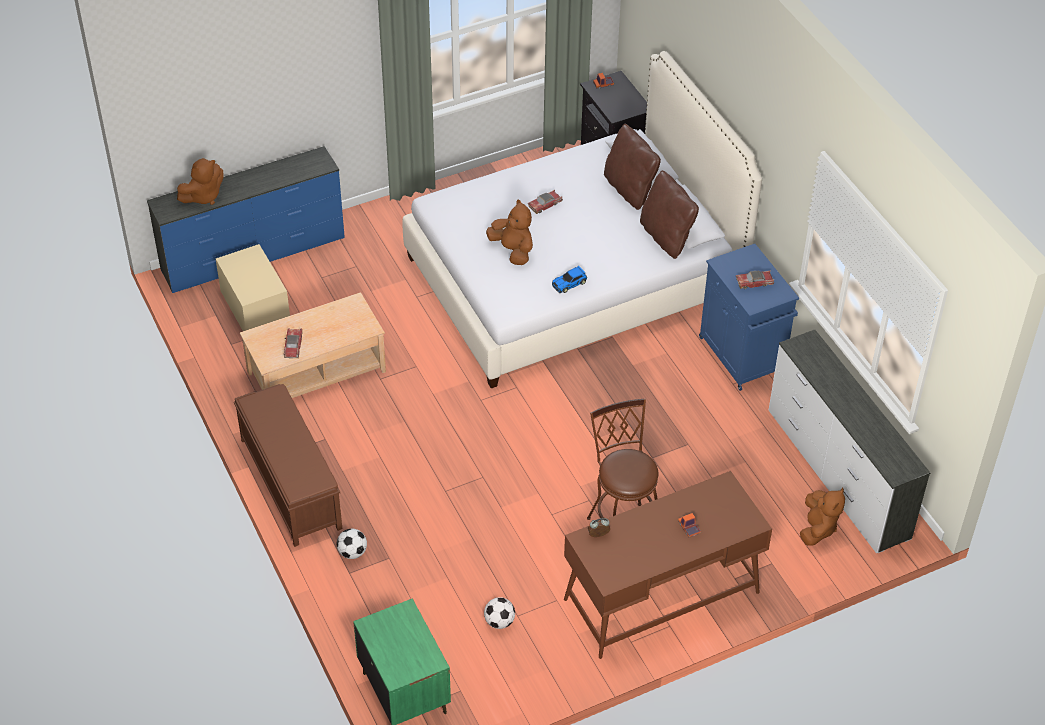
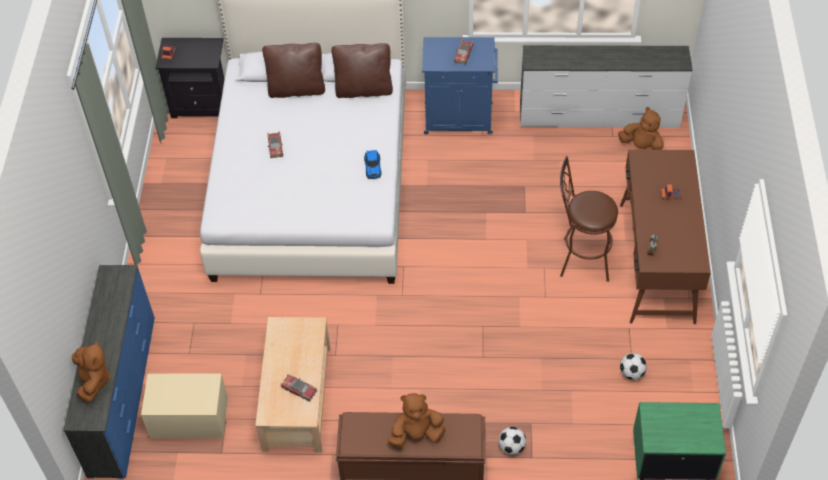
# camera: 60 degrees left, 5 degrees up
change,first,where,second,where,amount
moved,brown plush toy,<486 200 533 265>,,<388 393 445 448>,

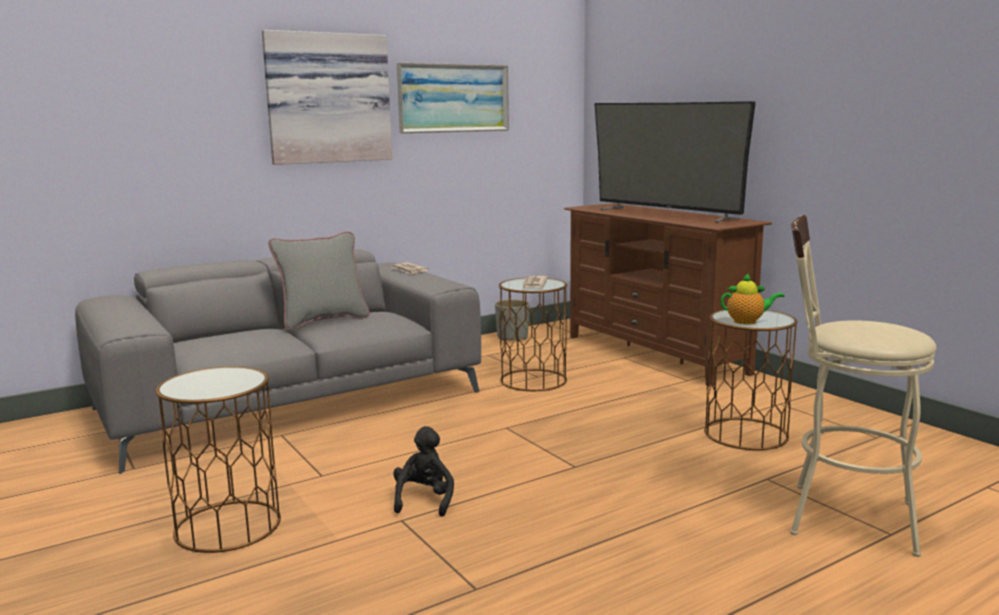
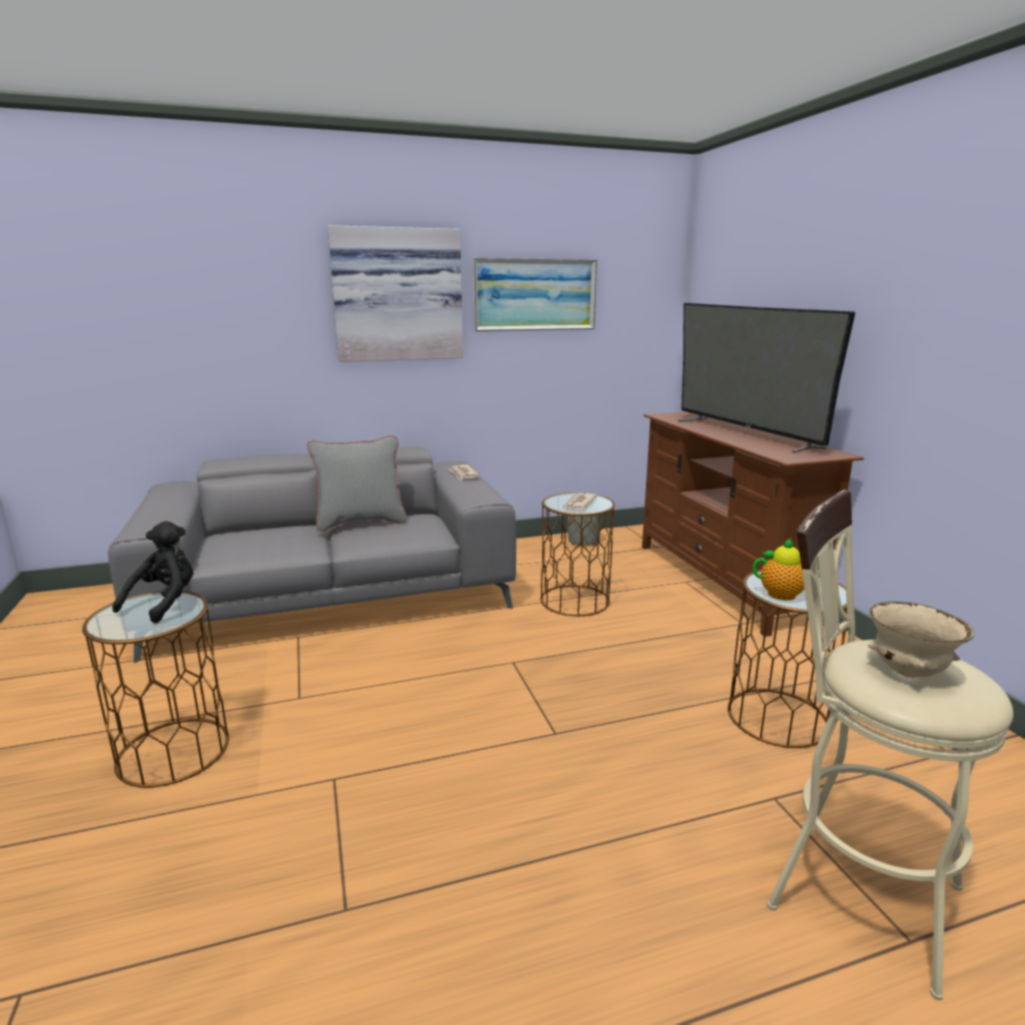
# camera: 15 degrees right, 5 degrees up
change,first,where,second,where,amount
moved,black plush toy,<393 426 454 517>,,<112 521 193 624>,
added,,,beige bowl,<868 601 974 678>,

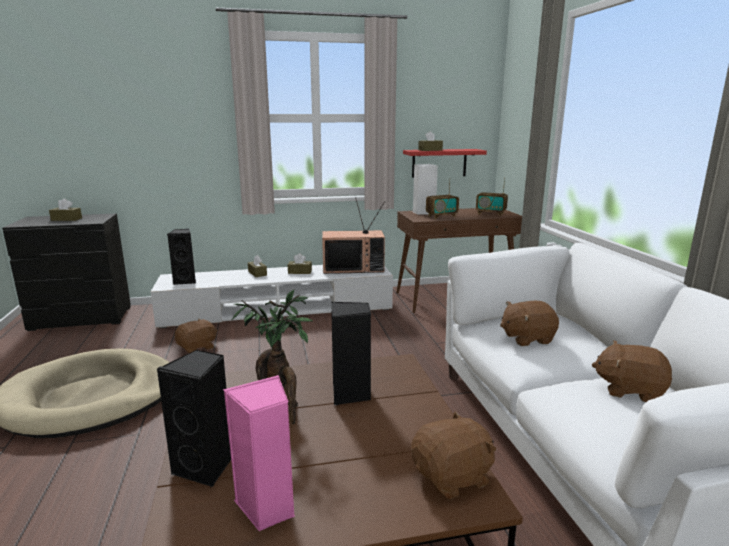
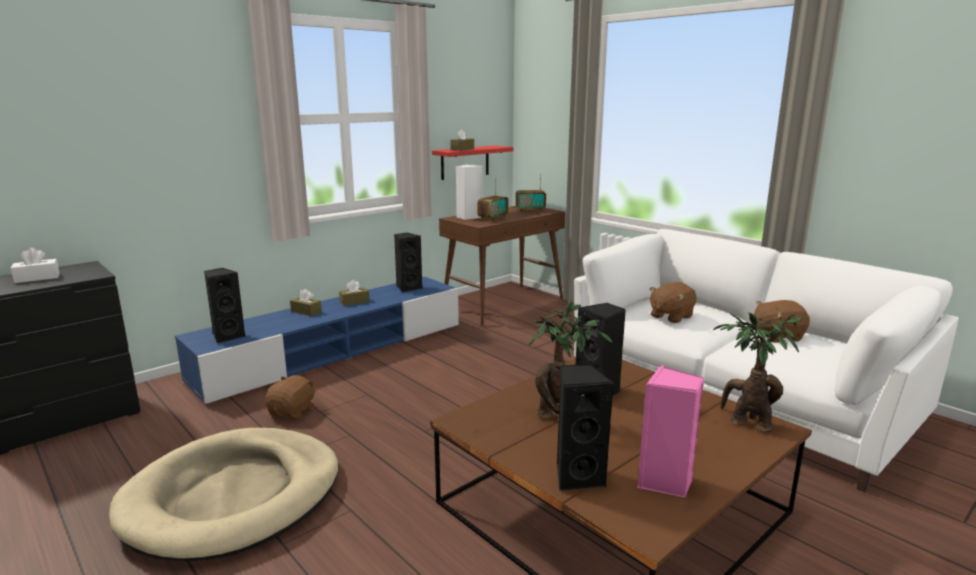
# camera: 30 degrees left, 0 degrees up
change,first,where,second,where,amount
recoloured,brown tissue box,<49 198 82 221>,white tissue box,<10 248 60 283>,
recoloured,white tv stand,<151 265 393 328>,blue tv stand,<175 277 459 404>,
replaced,television,<322 197 385 274>,black speaker,<394 232 422 293>,
replaced,brown plush toy,<411 411 496 499>,potted plant,<713 312 802 432>,

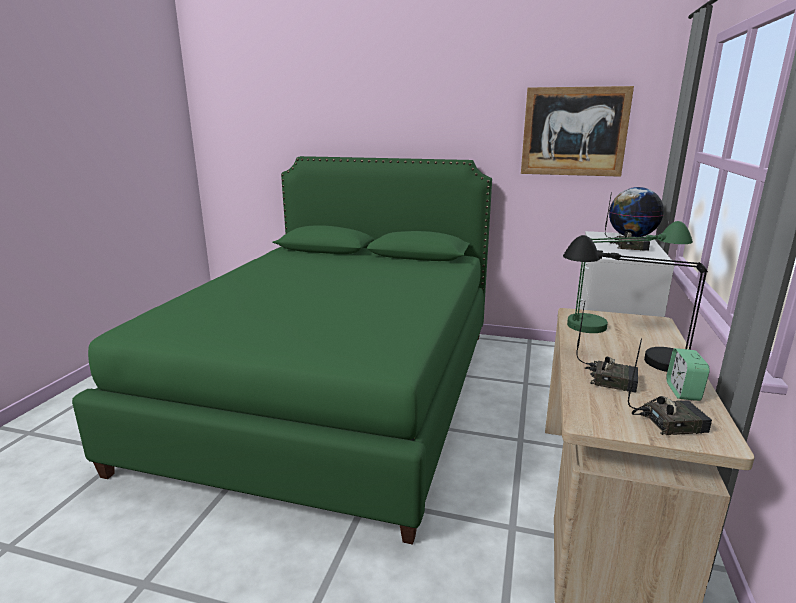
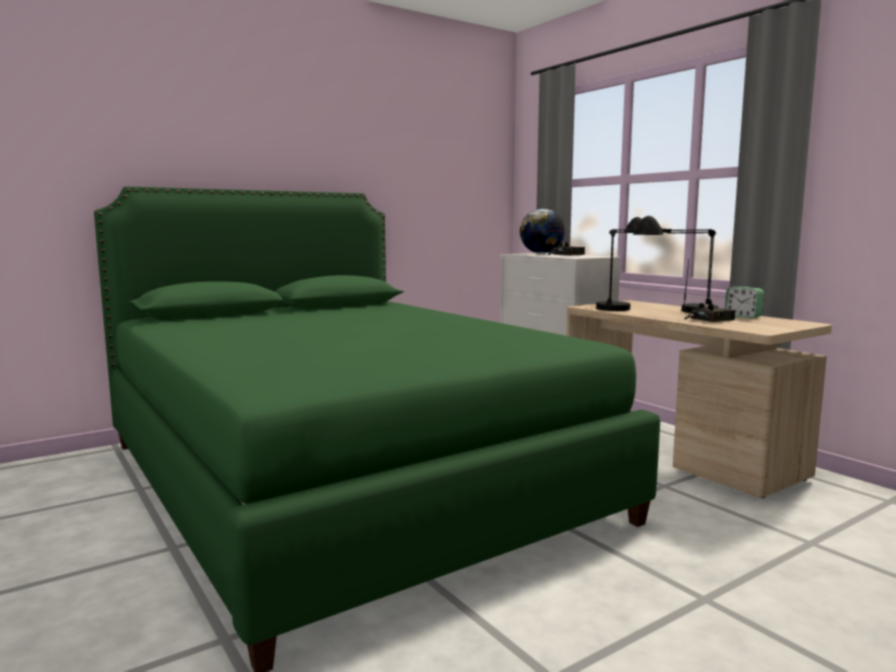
# camera: 50 degrees left, 10 degrees down
change,first,where,second,where,amount
recoloured,green table lamp,<567 221 693 333>,black table lamp,<596 217 642 311>,
removed,picture,<521 86 634 177>,,,
removed,radio,<628 338 712 435>,,,

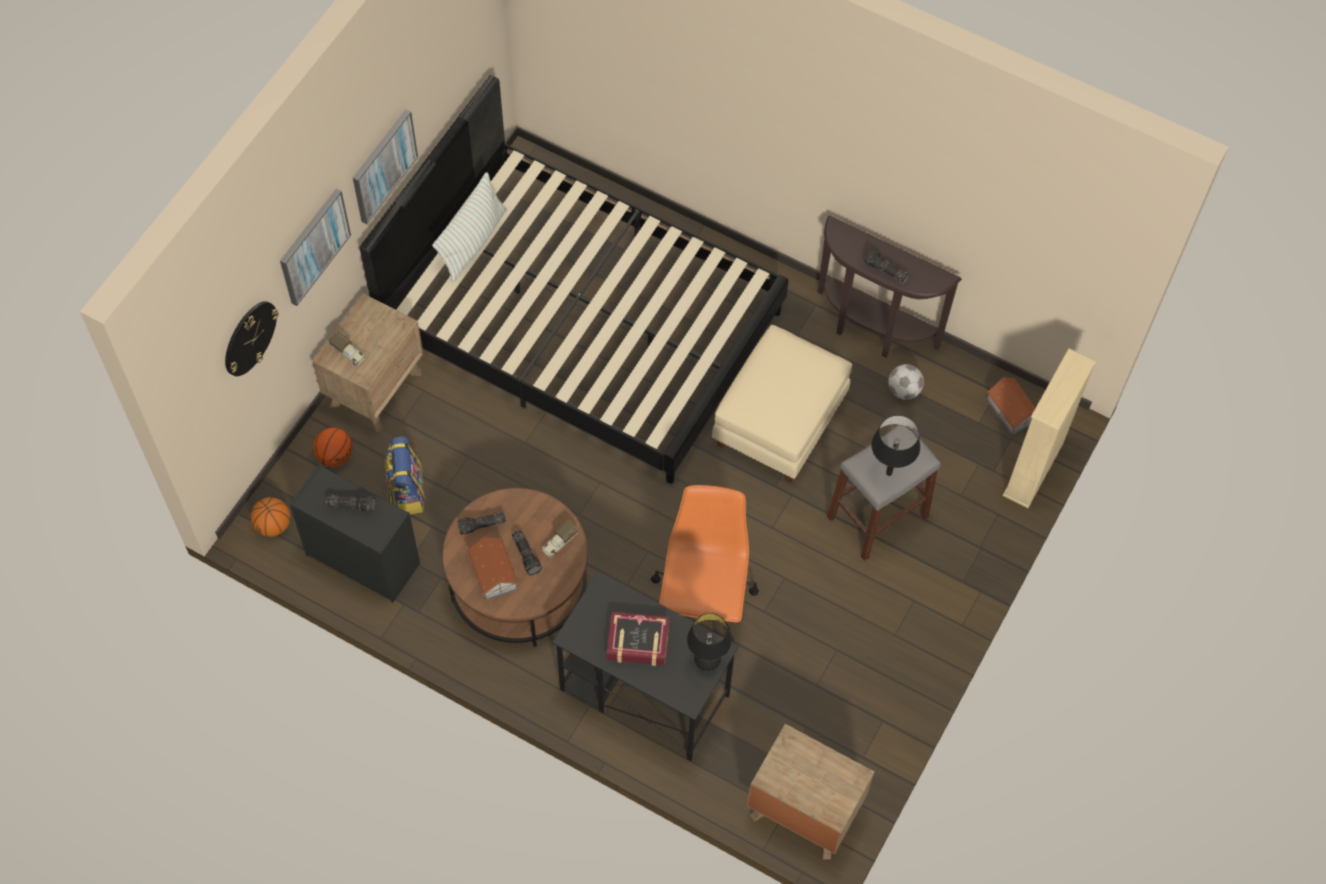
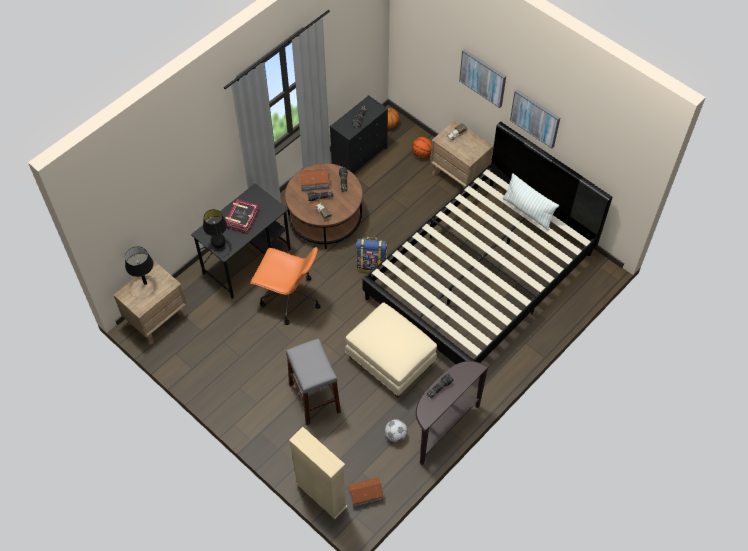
# camera: 105 degrees right, 5 degrees down
change,first,where,second,where,amount
moved,black table lamp,<871 415 920 476>,,<125 246 153 285>,
moved,backpack,<385 437 425 514>,,<356 237 387 273>,
removed,wall clock,<225 301 279 376>,,,

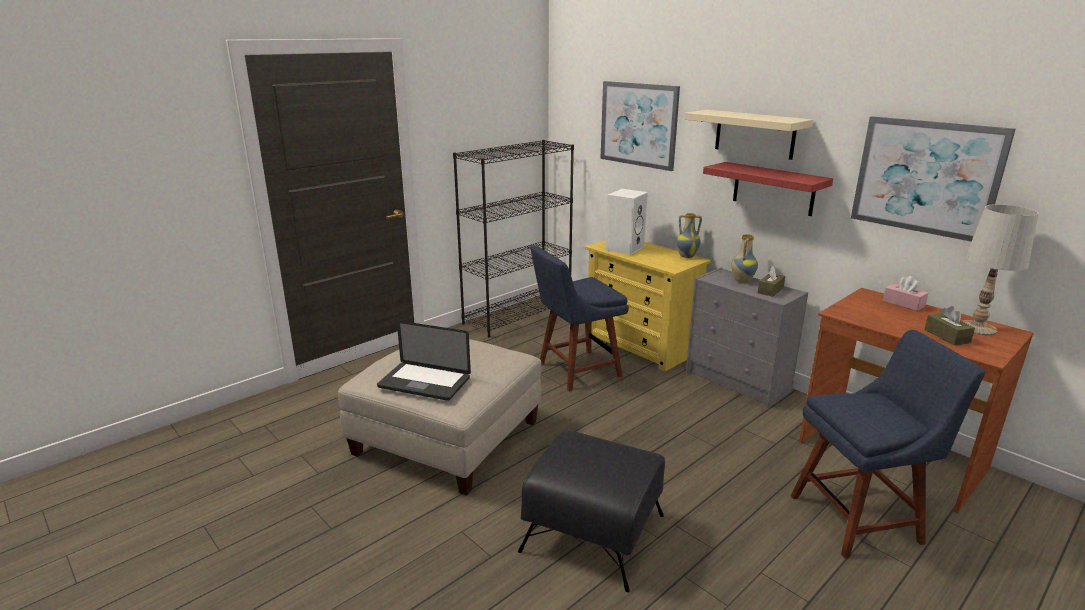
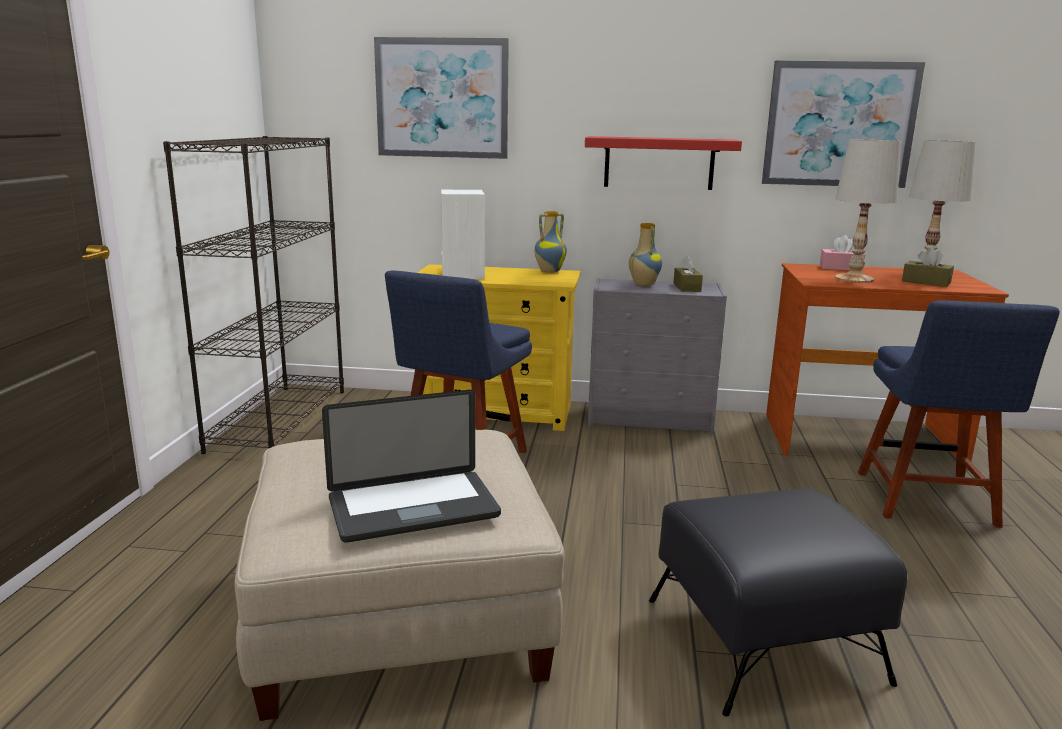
# camera: 40 degrees left, 5 degrees down
change,first,where,second,where,amount
added,,,white table lamp,<835 140 901 283>,
turned,blue chair,<791 330 985 559>,,<858 300 1060 528>,150 degrees clockwise
removed,beige shelf,<684 110 813 160>,,,

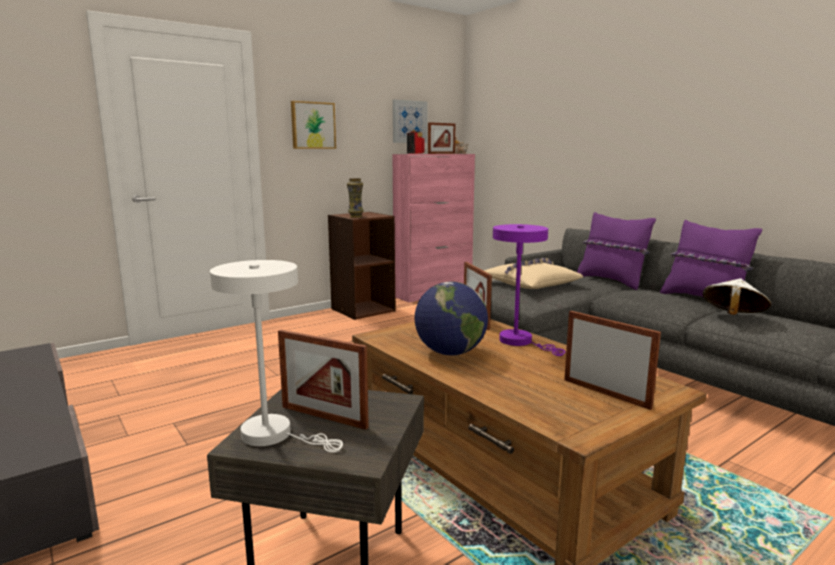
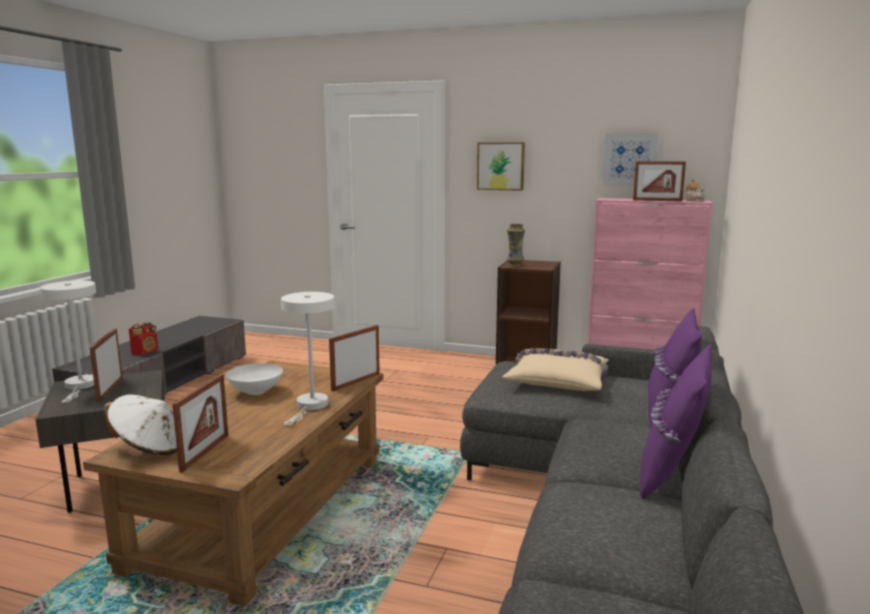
# camera: 55 degrees right, 0 degrees up
change,first,where,second,where,amount
moved,white hat,<703 278 771 315>,,<104 394 177 455>,
moved,radio,<407 130 425 154>,,<129 322 158 355>,
replaced,globe,<415 282 488 355>,white bowl,<226 363 283 395>,
recoloured,purple table lamp,<493 224 565 356>,white table lamp,<281 292 334 425>,

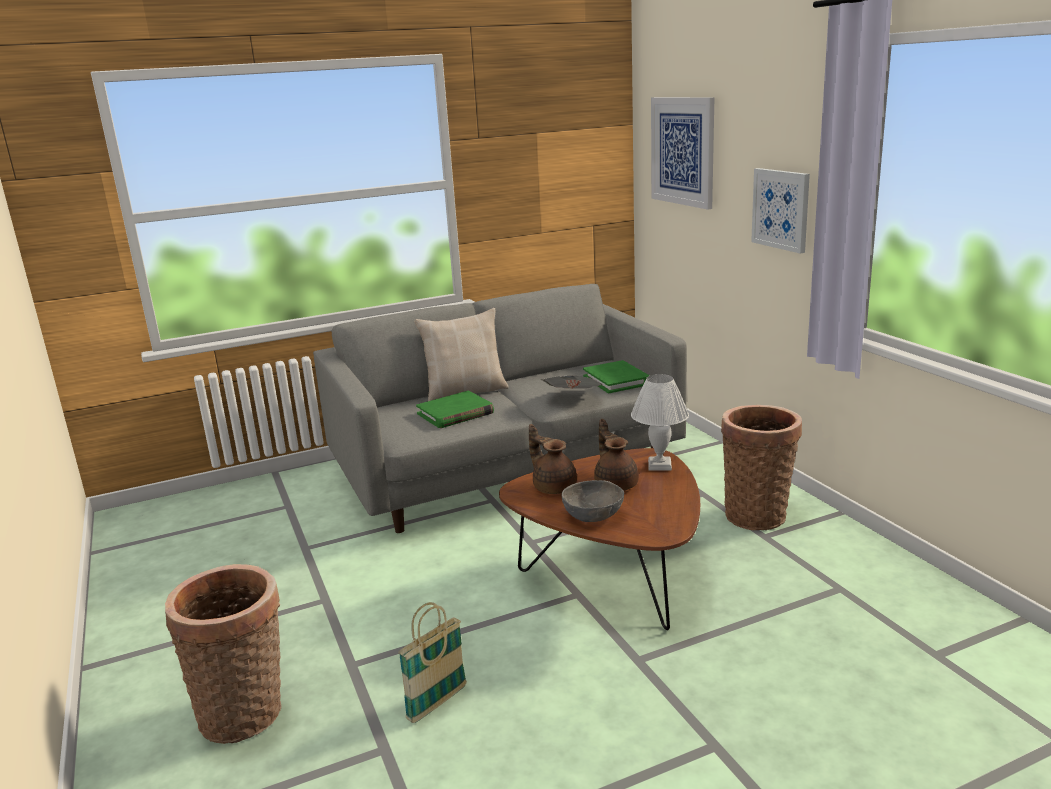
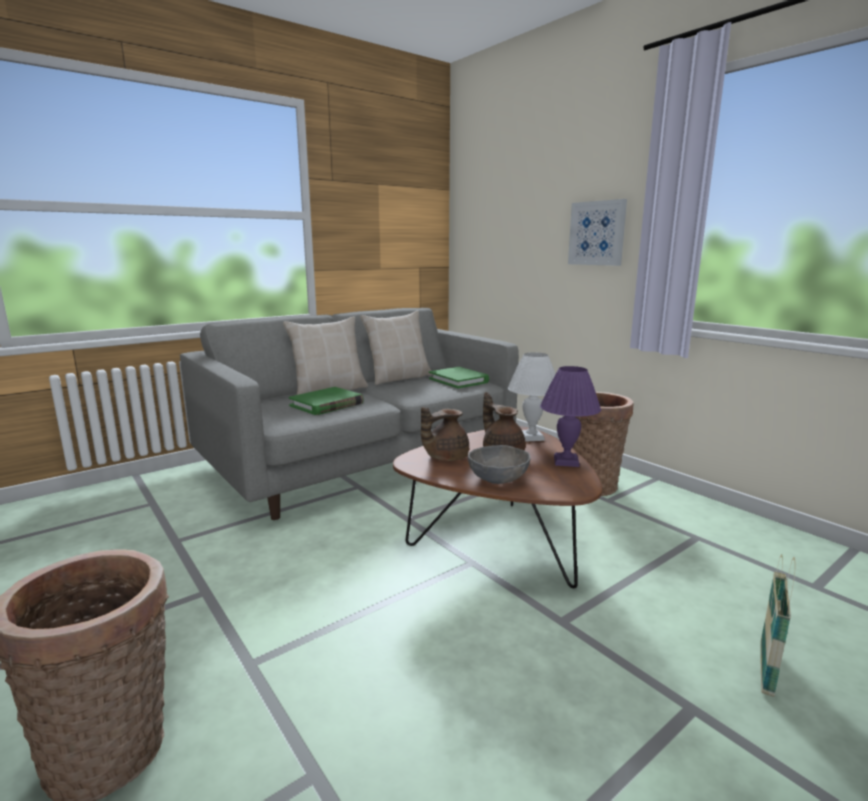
# camera: 15 degrees left, 5 degrees down
change,first,where,second,where,amount
added,,,beige pillow,<360 311 433 385>,
turned,brown teapot,<529 424 577 494>,,<421 407 469 461>,75 degrees counterclockwise
added,,,purple table lamp,<540 366 601 467>,
moved,basket,<398 602 467 723>,,<760 554 795 697>,
removed,newspaper,<540 376 602 389>,,,
removed,picture,<651 97 714 210>,,,

